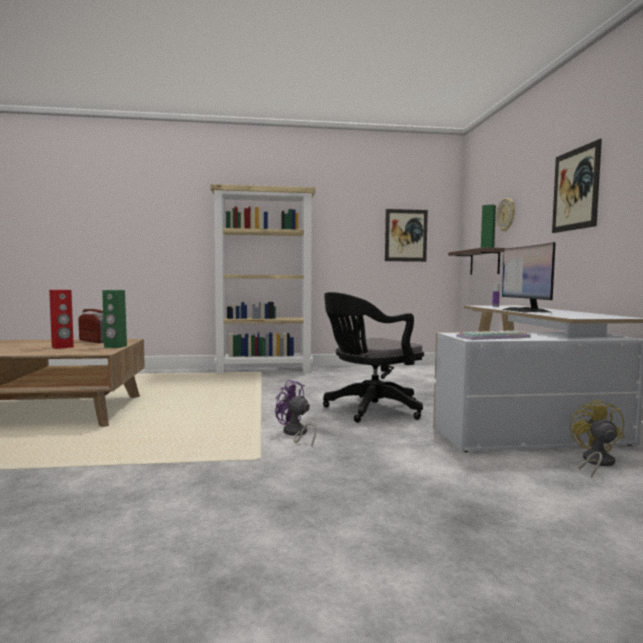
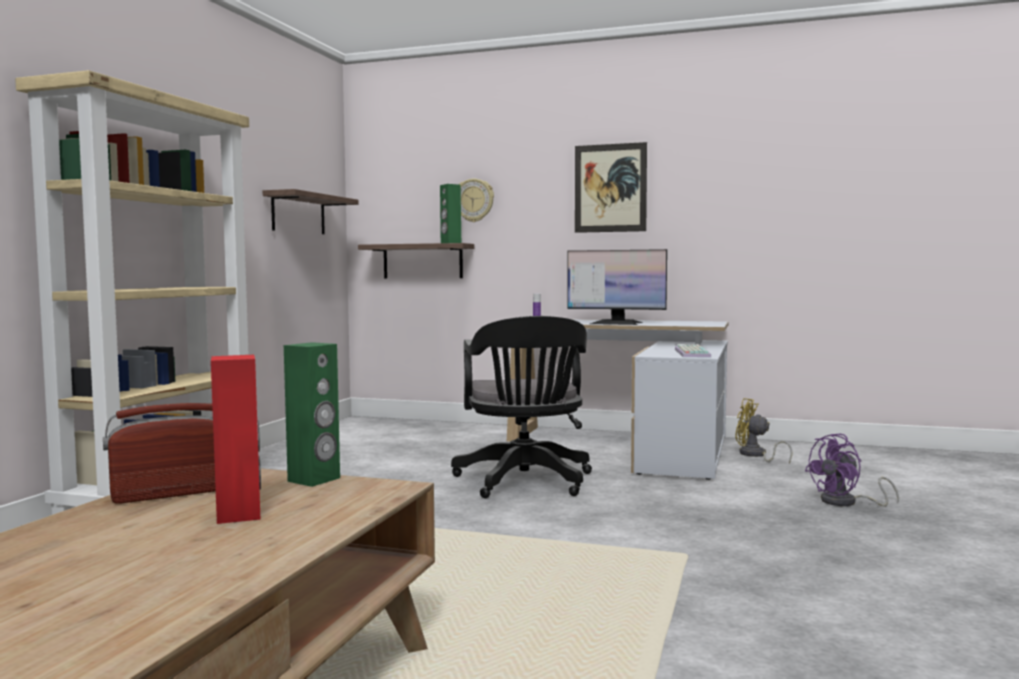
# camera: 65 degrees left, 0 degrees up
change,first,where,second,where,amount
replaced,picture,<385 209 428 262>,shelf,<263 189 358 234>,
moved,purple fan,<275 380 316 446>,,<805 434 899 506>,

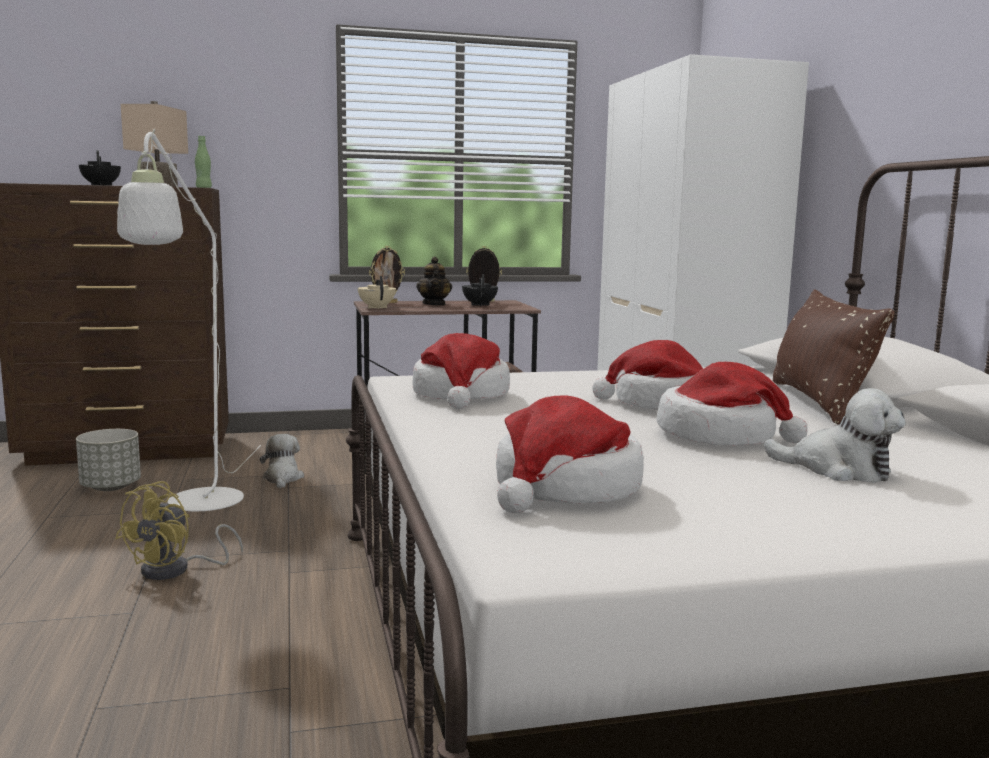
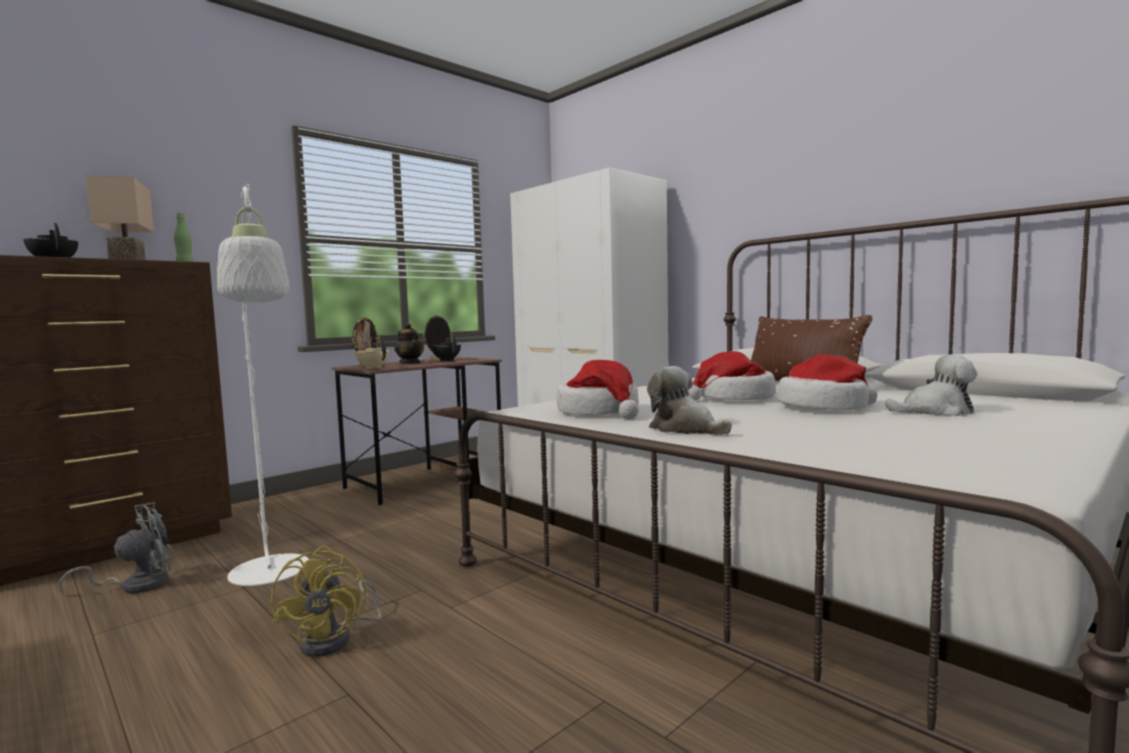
# camera: 30 degrees left, 5 degrees down
change,first,where,second,where,amount
replaced,grey planter,<76 429 141 491>,grey fan,<59 502 175 596>,
moved,plush toy,<260 434 304 488>,,<647 366 732 435>,
removed,hat,<496 395 644 513>,,,

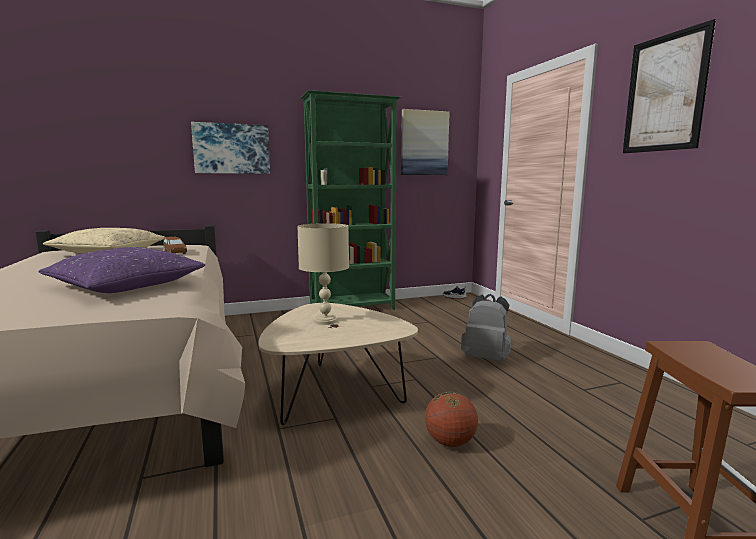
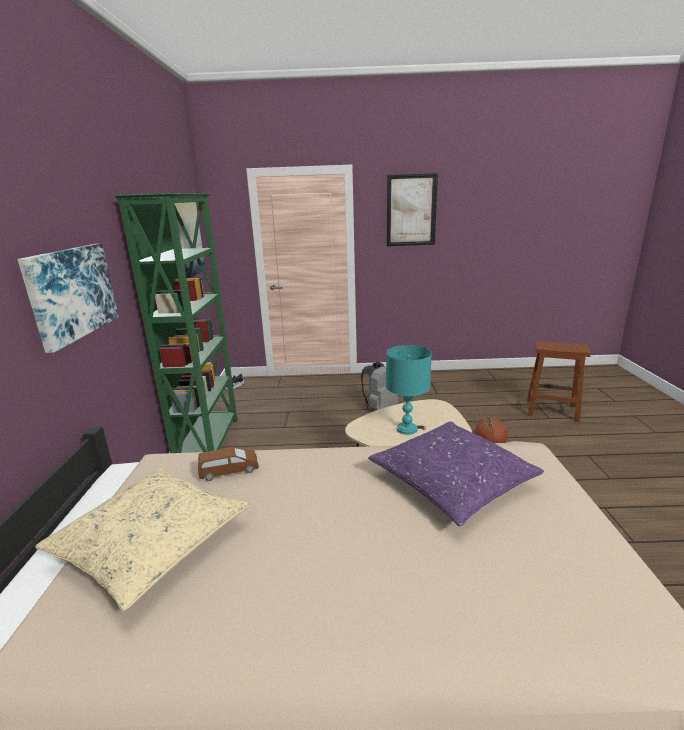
# camera: 70 degrees left, 10 degrees up
change,first,where,second,where,amount
recoloured,beige table lamp,<297 223 349 325>,turquoise table lamp,<386 345 432 435>,

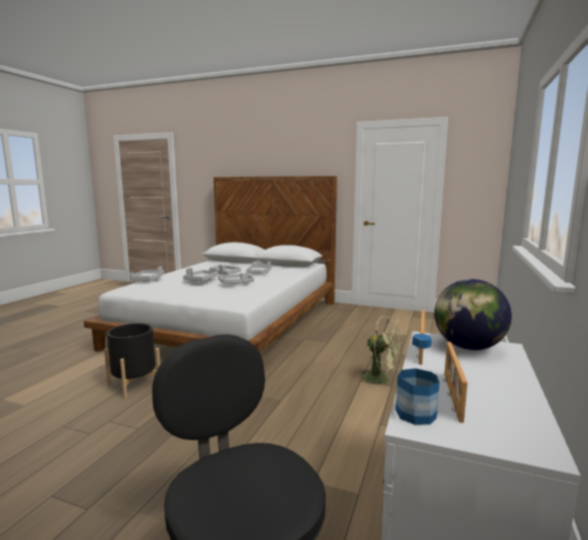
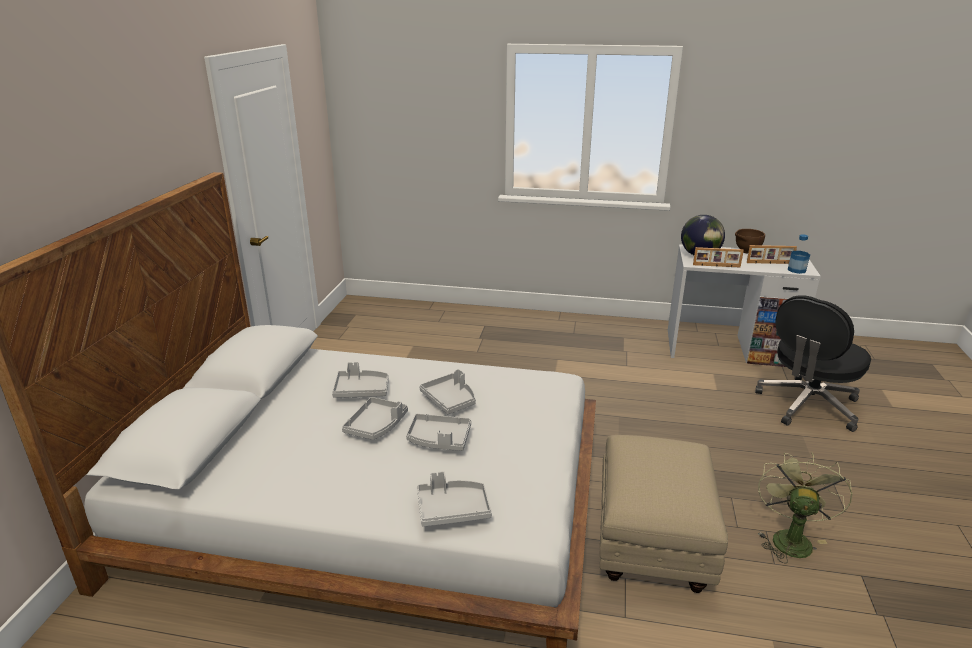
# camera: 100 degrees left, 15 degrees up
change,first,where,second,where,amount
replaced,black planter,<104 323 160 398>,beige ottoman,<600 435 728 593>,
added,,,brown bowl,<735 229 765 254>,
moved,green fan,<359 316 404 390>,,<758 452 853 564>,

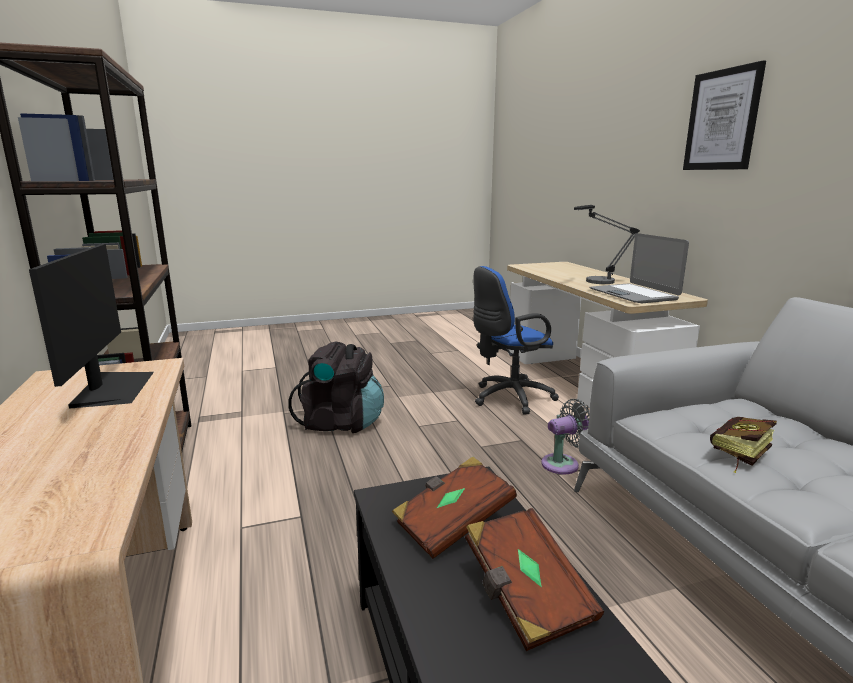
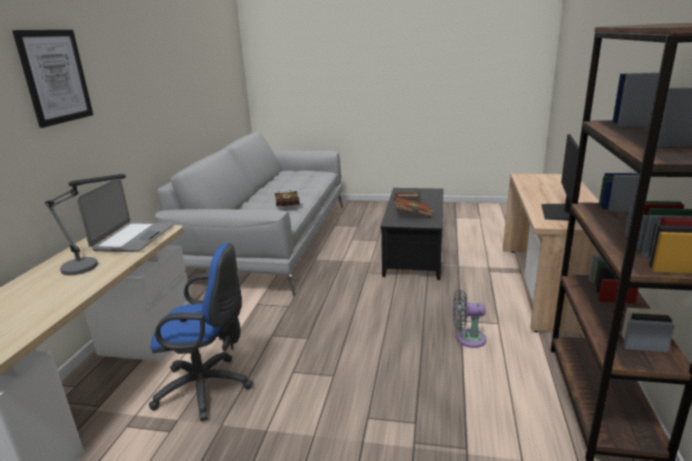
# camera: 150 degrees left, 5 degrees up
change,first,where,second,where,amount
moved,grey fan,<541 399 590 474>,,<453 289 487 348>,
removed,black backpack,<288 342 384 433>,,,

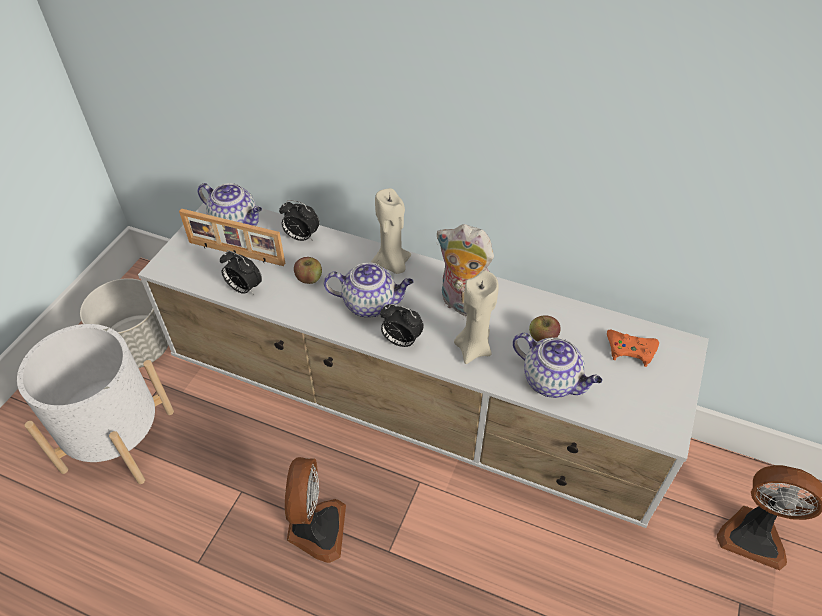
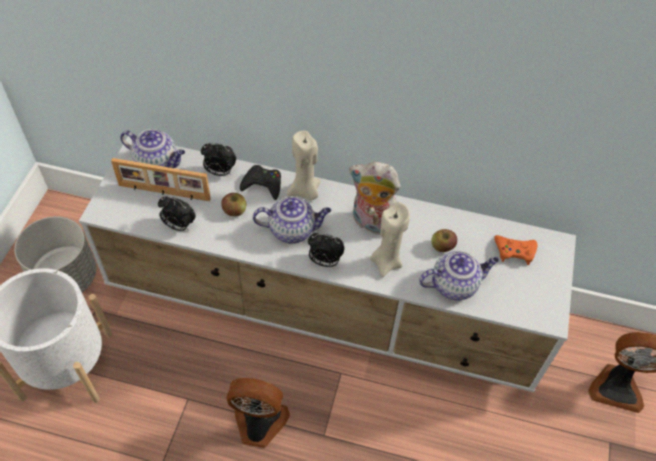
# camera: 10 degrees left, 5 degrees up
change,first,where,second,where,amount
turned,fan,<285 457 346 563>,,<226 378 290 448>,75 degrees counterclockwise
added,,,black game controller,<240 165 281 200>,
turned,teapot,<513 333 602 398>,,<419 251 499 300>,45 degrees counterclockwise

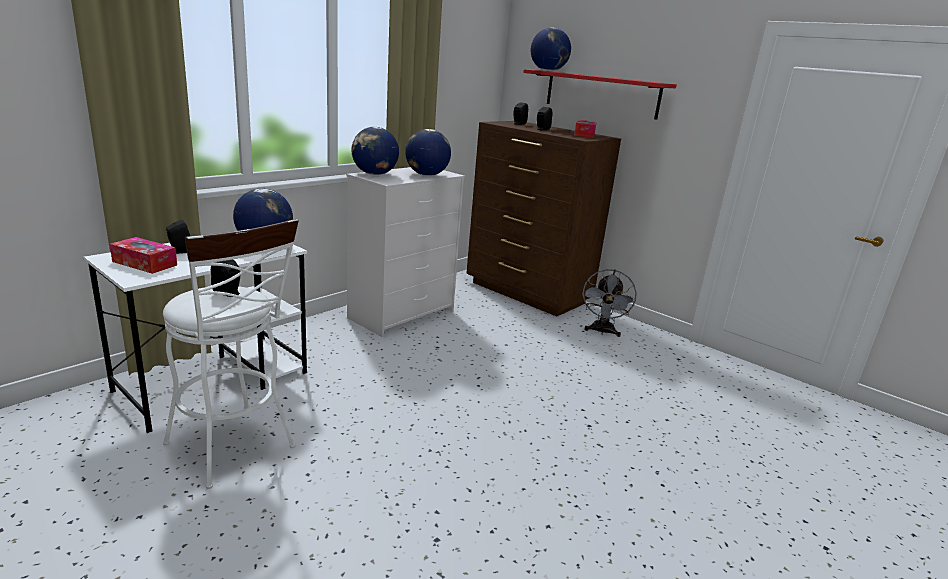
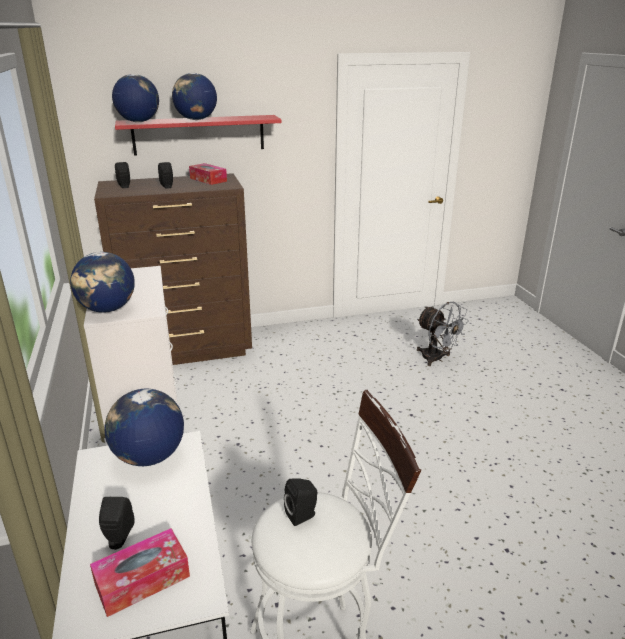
# camera: 55 degrees left, 5 degrees up
change,first,where,second,where,amount
moved,globe,<405 129 451 176>,,<172 73 217 120>,
moved,grey fan,<582 269 637 337>,,<417 302 469 366>,

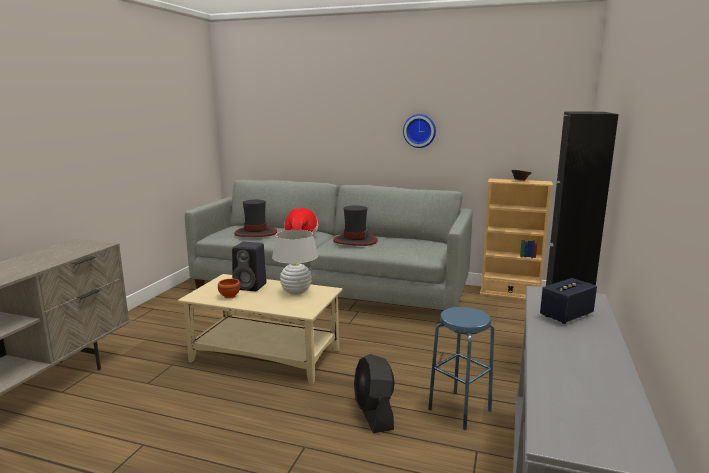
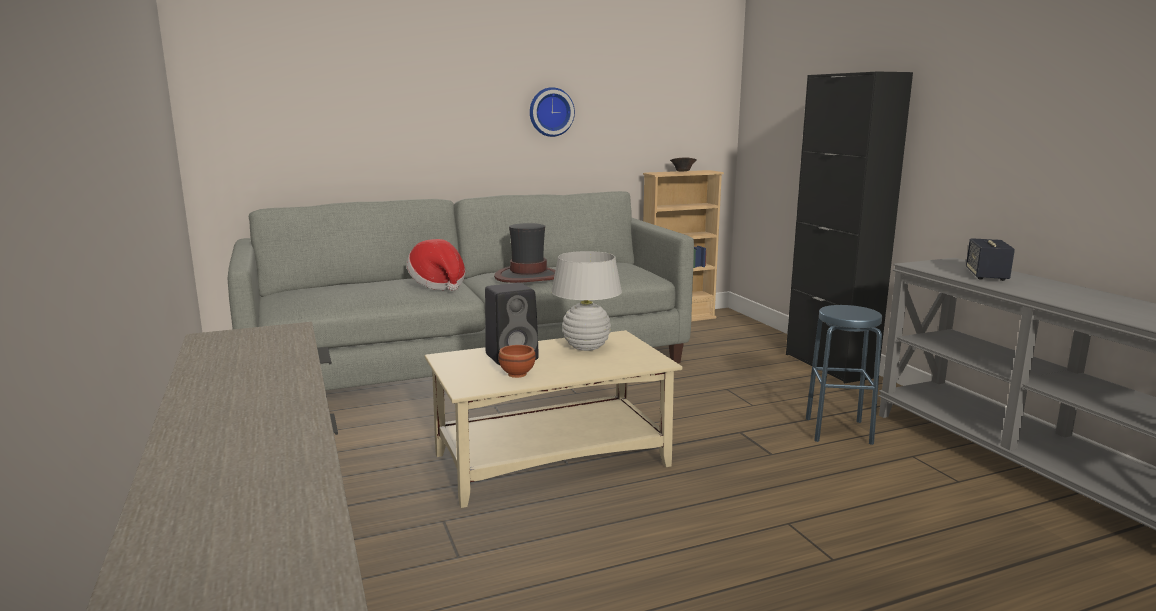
# camera: 40 degrees left, 0 degrees up
change,first,where,second,where,amount
removed,hat,<234 200 277 237>,,,
removed,black fan,<354 354 395 433>,,,

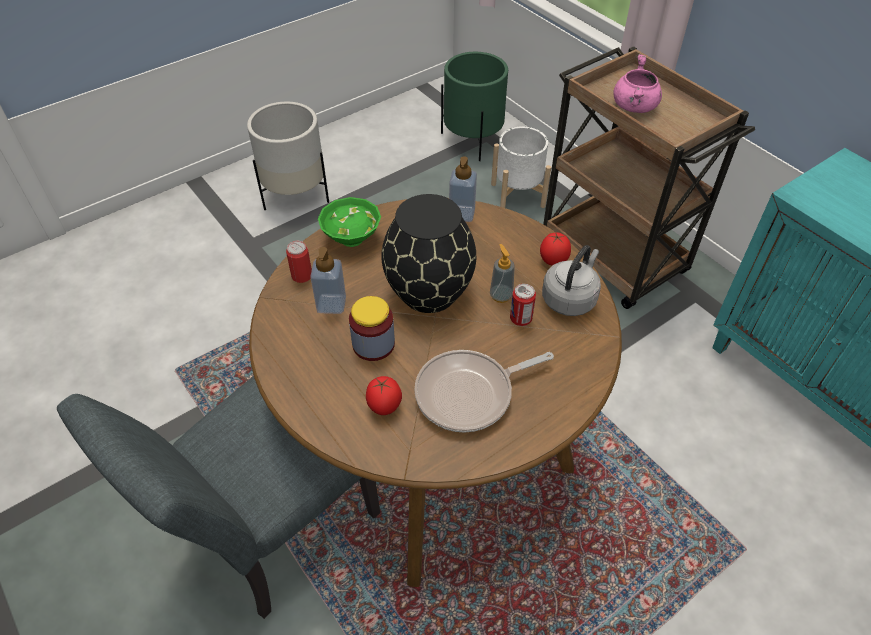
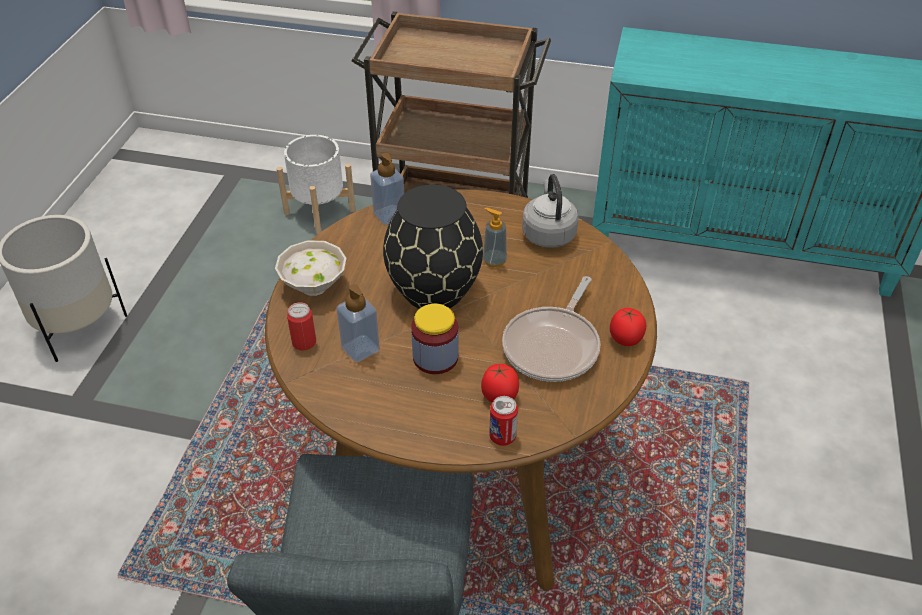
# camera: 40 degrees left, 5 degrees down
change,first,where,second,where,amount
recoloured,green bowl,<318 197 381 247>,white bowl,<275 240 346 296>,
moved,can,<510 284 536 326>,,<489 396 518 446>,
moved,tomato,<540 232 571 266>,,<610 308 646 346>,
removed,green planter,<441 52 508 161>,,,
removed,pink cooking pot,<614 54 662 113>,,,

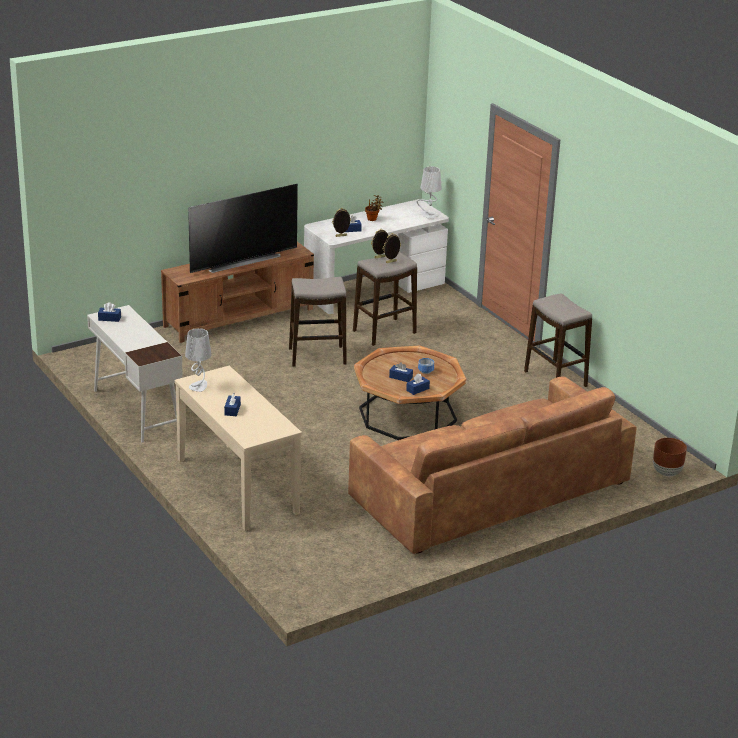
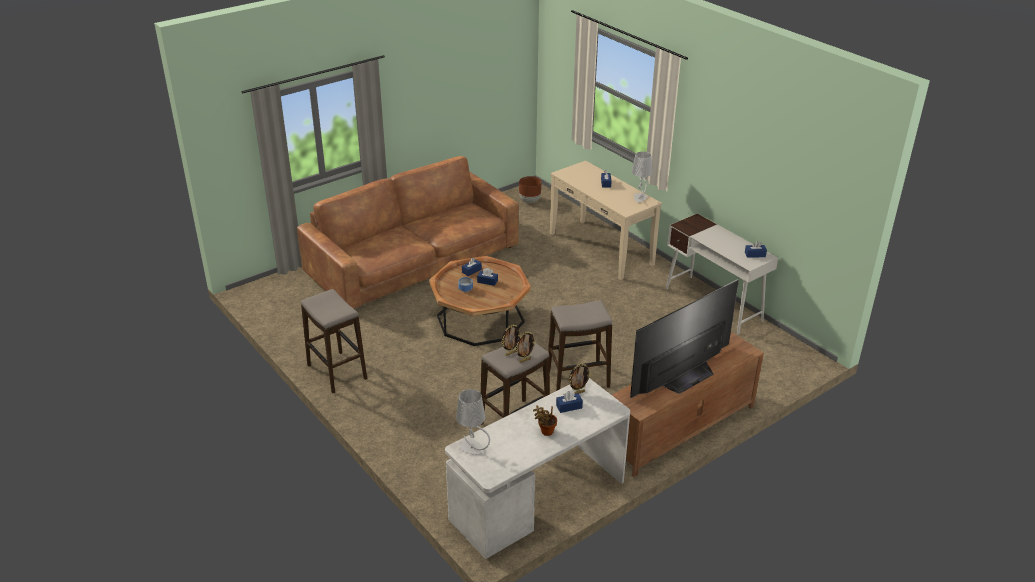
# camera: 175 degrees right, 5 degrees up
change,first,where,second,where,amount
moved,brown planter,<653 438 687 476>,,<519 176 541 203>,

